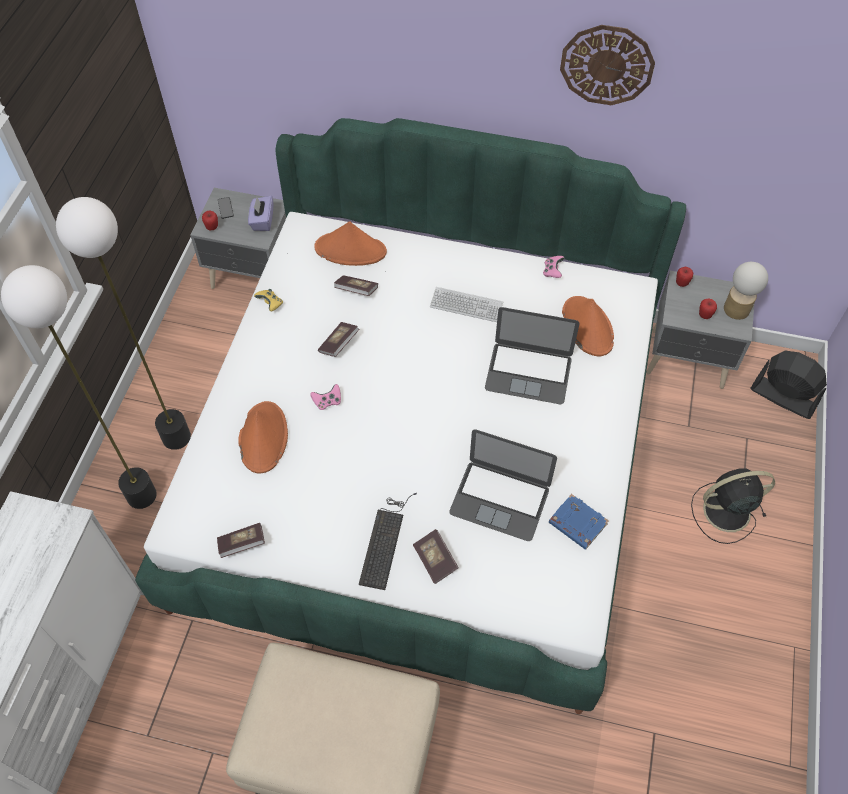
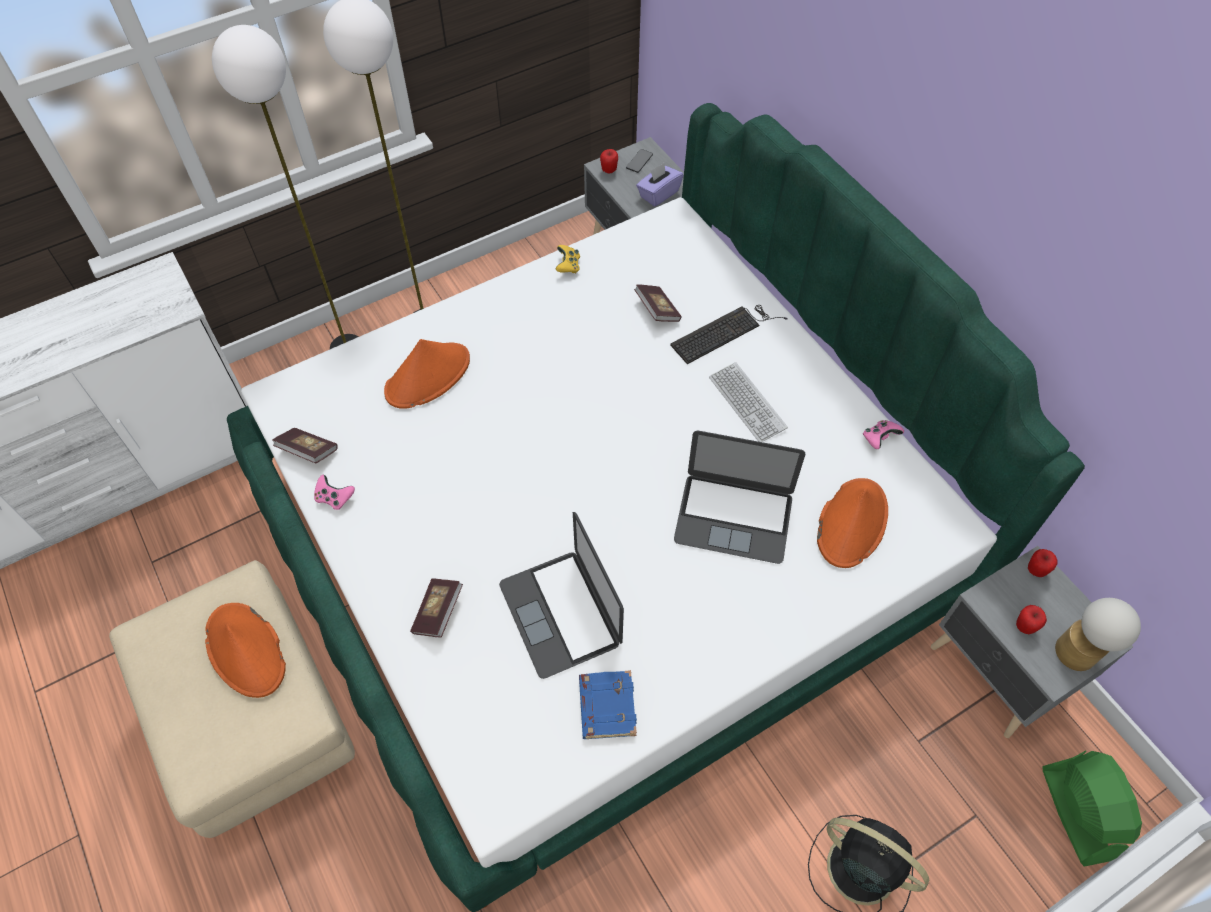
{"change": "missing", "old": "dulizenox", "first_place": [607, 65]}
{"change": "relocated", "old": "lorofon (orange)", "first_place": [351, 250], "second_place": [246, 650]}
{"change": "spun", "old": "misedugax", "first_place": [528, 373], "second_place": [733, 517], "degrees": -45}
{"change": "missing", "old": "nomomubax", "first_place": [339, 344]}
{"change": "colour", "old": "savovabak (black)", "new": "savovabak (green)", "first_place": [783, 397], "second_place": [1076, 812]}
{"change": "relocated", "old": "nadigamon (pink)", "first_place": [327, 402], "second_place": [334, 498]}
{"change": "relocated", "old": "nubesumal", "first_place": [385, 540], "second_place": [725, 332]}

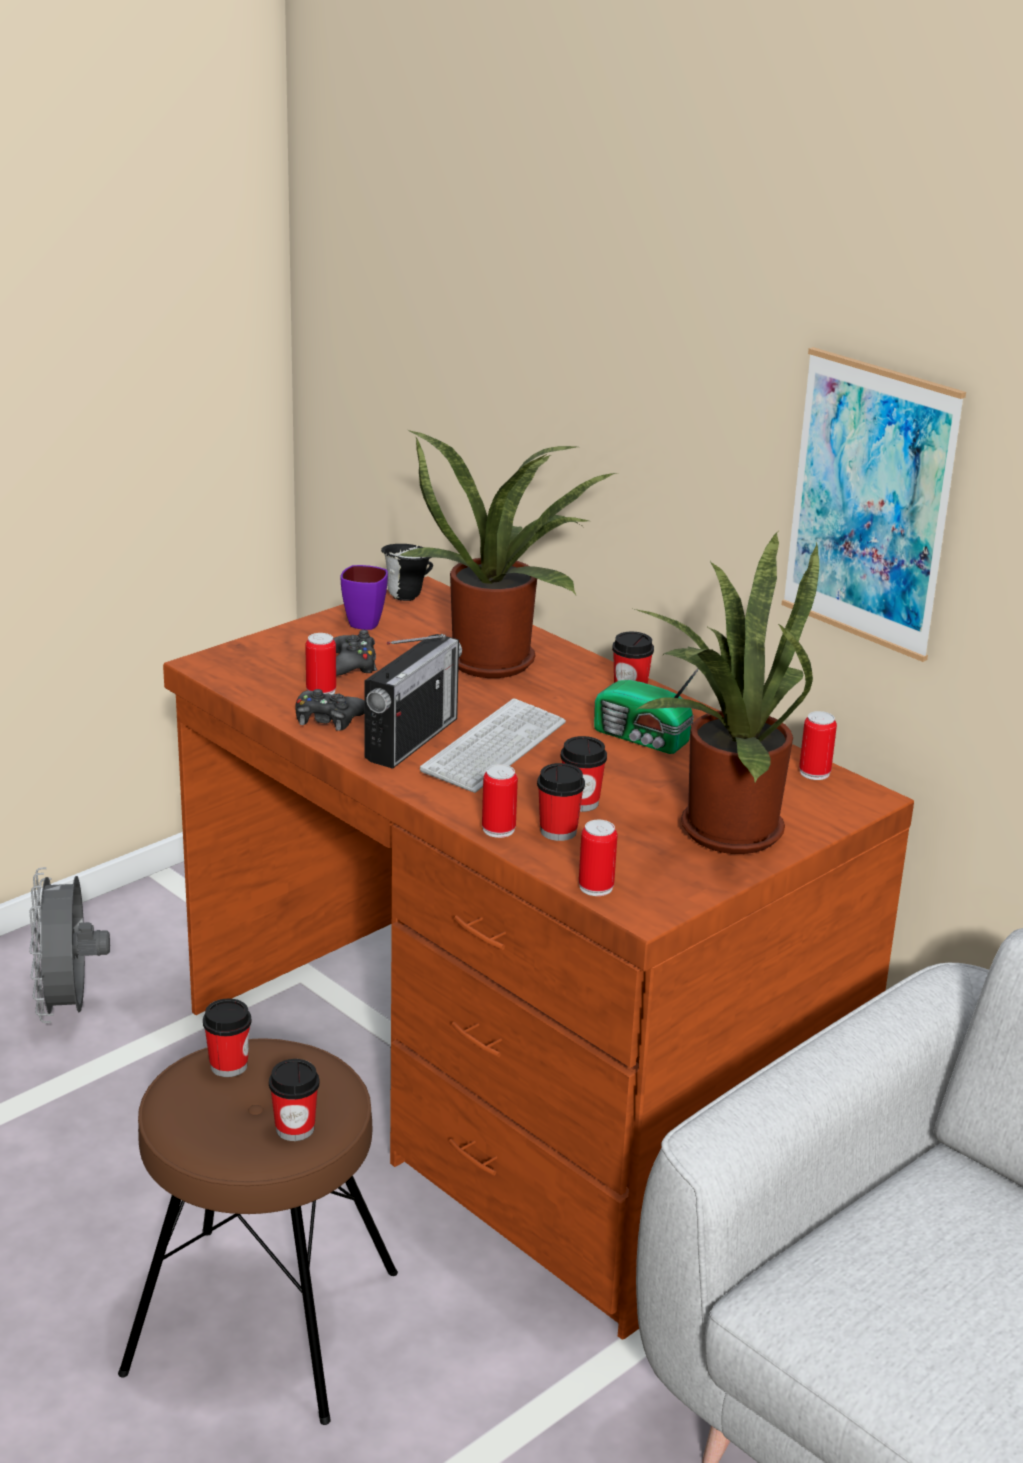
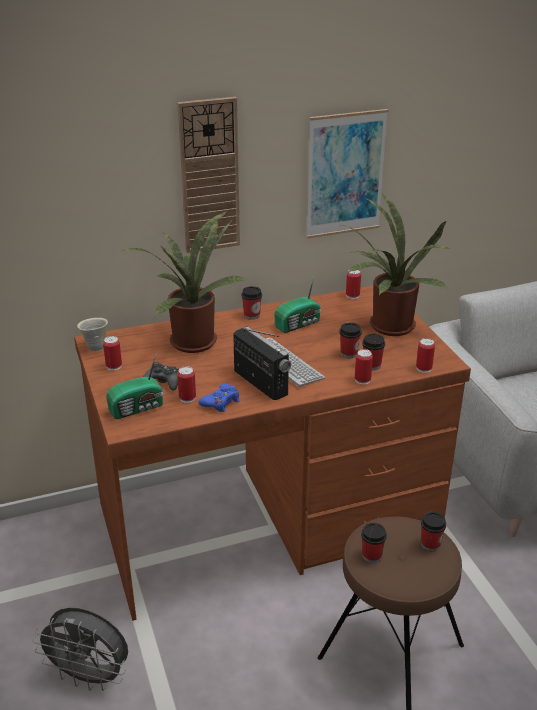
{"change": "colour", "old": "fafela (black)", "new": "fafela (beige)", "first_place": [406, 596], "second_place": [95, 348]}
{"change": "exchanged", "old": "fafela (purple)", "new": "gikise", "first_place": [367, 620], "second_place": [114, 366]}
{"change": "colour", "old": "nadigamon (black)", "new": "nadigamon (blue)", "first_place": [328, 719], "second_place": [221, 402]}
{"change": "appeared", "new": "dulizenox", "second_place": [209, 176]}
{"change": "appeared", "new": "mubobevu", "second_place": [138, 408]}

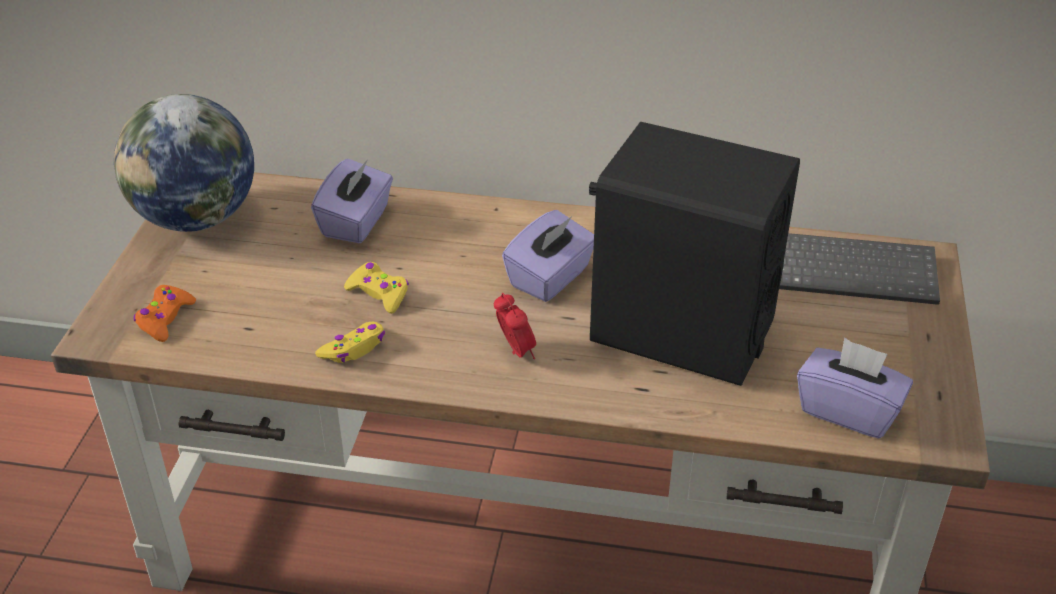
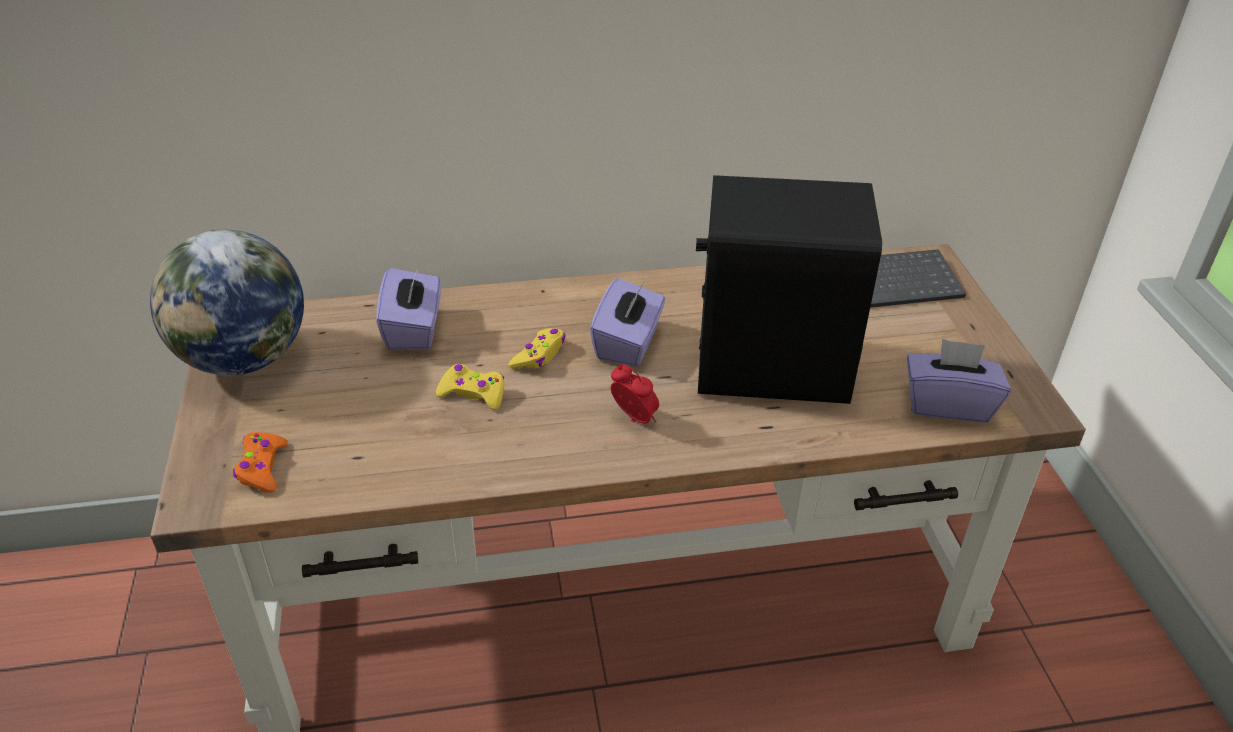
{"change": "relocated", "old": "nadigamon (yellow)", "first_place": [354, 349], "second_place": [539, 355]}

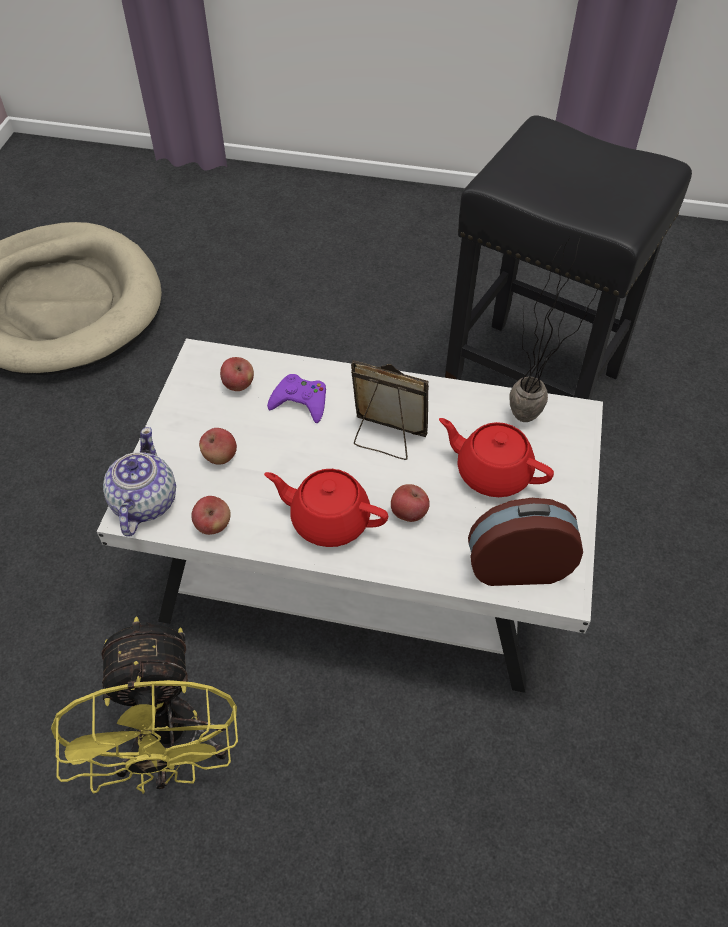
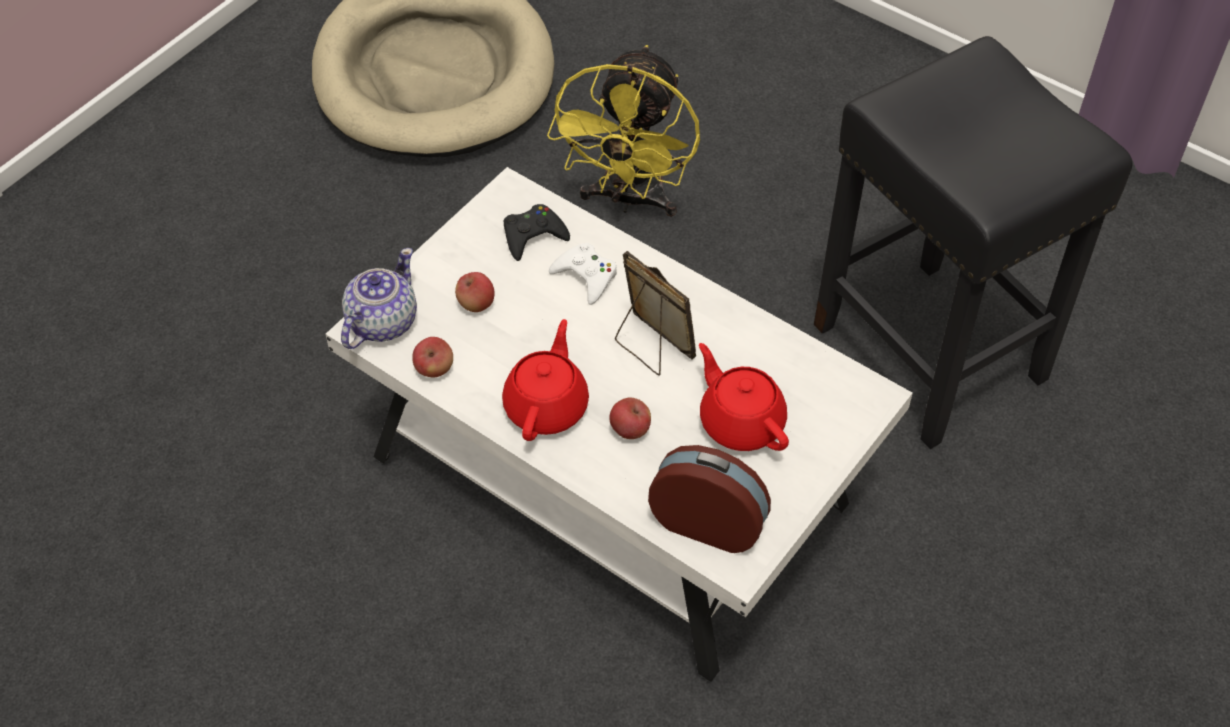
{"change": "missing", "old": "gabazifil", "first_place": [530, 424]}
{"change": "exchanged", "old": "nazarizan", "new": "nadigamon (black)", "first_place": [238, 385], "second_place": [533, 236]}
{"change": "colour", "old": "nadigamon (purple)", "new": "nadigamon (white)", "first_place": [300, 402], "second_place": [586, 276]}
{"change": "spun", "old": "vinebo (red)", "first_place": [329, 519], "second_place": [547, 406], "degrees": 60}
{"change": "relocated", "old": "savovabak (yellow)", "first_place": [172, 755], "second_place": [629, 199]}

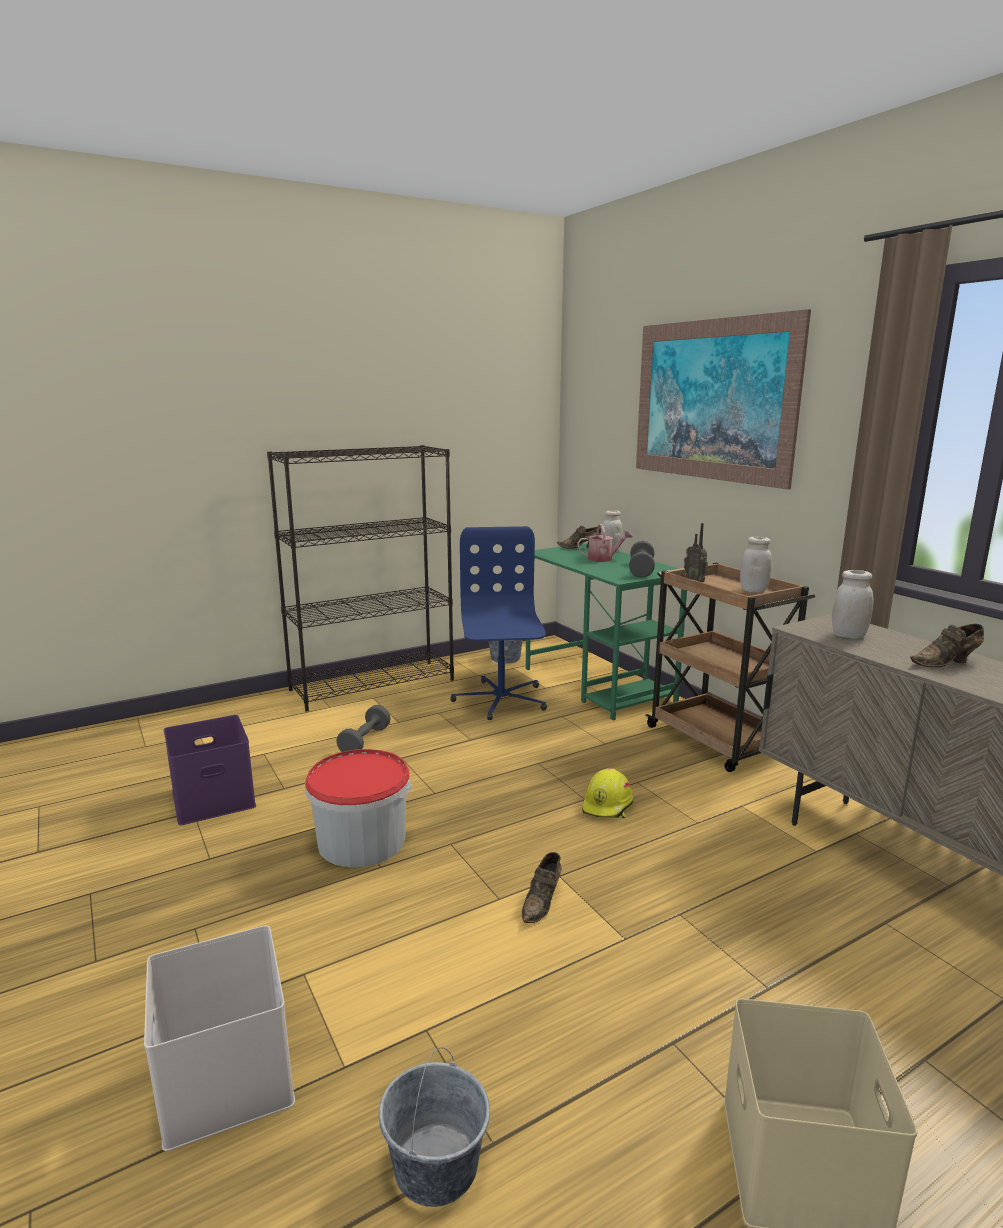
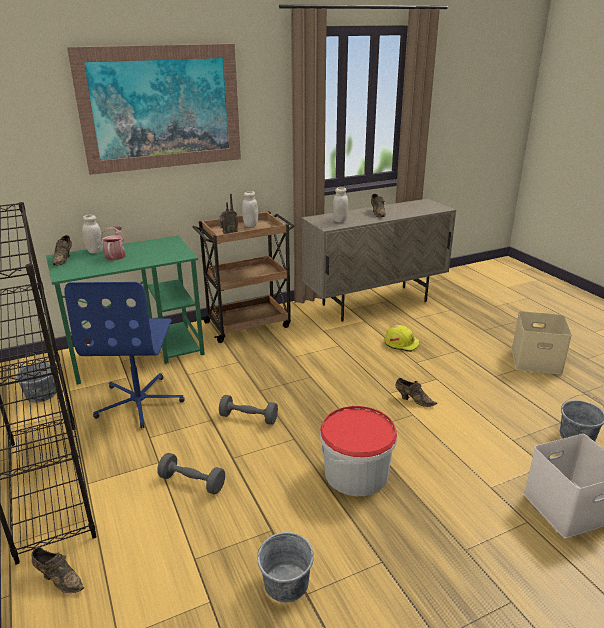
{"change": "spun", "old": "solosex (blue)", "first_place": [500, 700], "second_place": [140, 401], "degrees": -90}
{"change": "relocated", "old": "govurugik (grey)", "first_place": [641, 570], "second_place": [248, 418]}
{"change": "exchanged", "old": "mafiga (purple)", "new": "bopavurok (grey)", "first_place": [212, 800], "second_place": [286, 583]}
{"change": "relocated", "old": "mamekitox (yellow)", "first_place": [608, 805], "second_place": [401, 344]}
{"change": "appeared", "new": "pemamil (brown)", "second_place": [59, 579]}

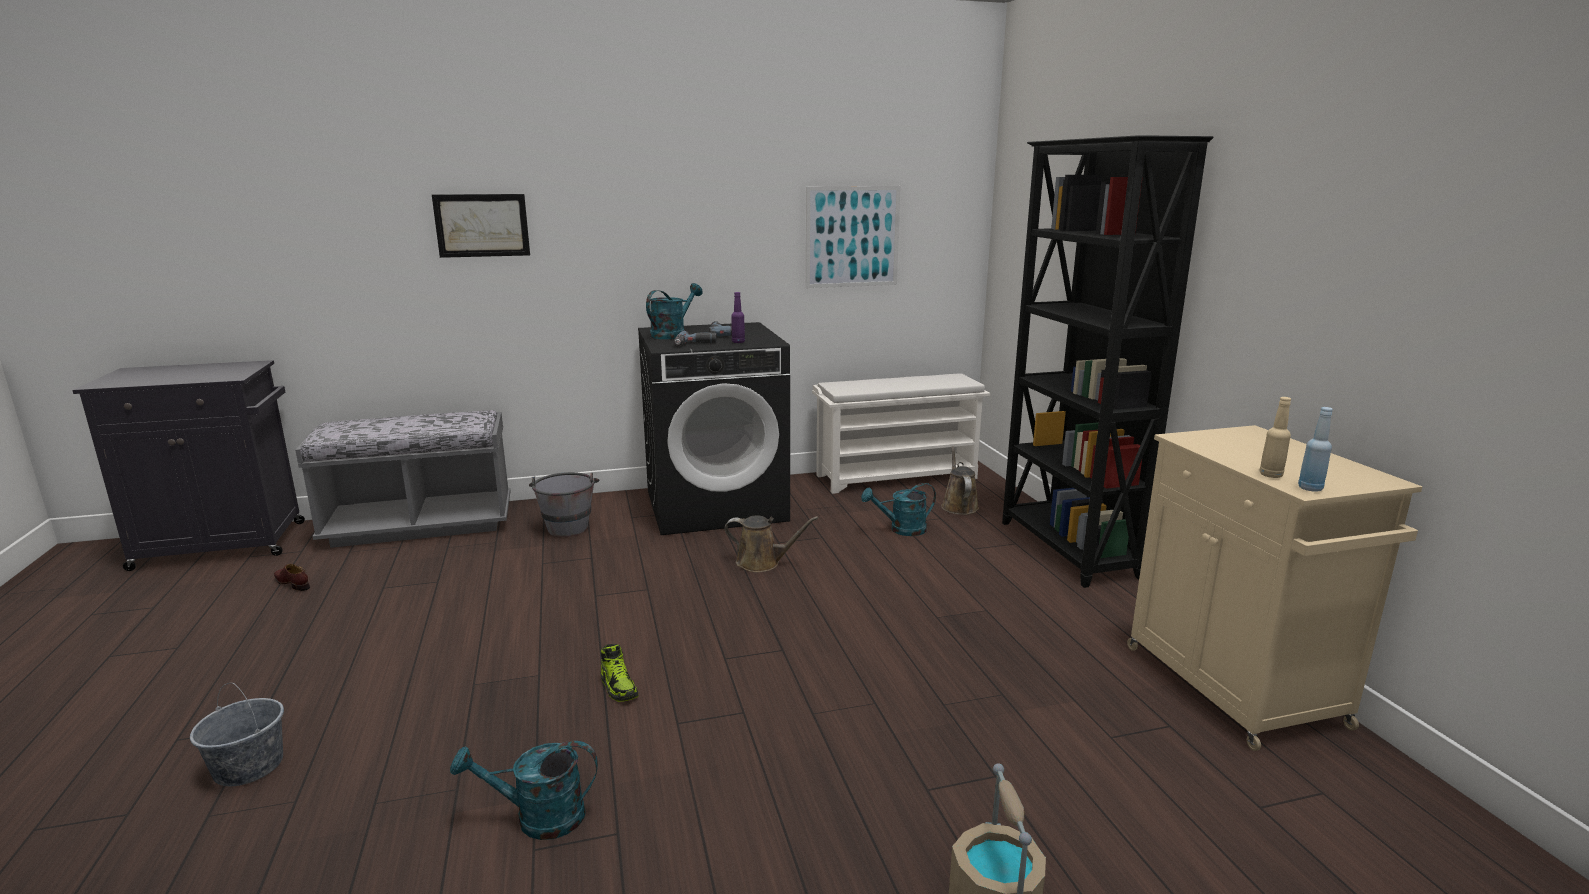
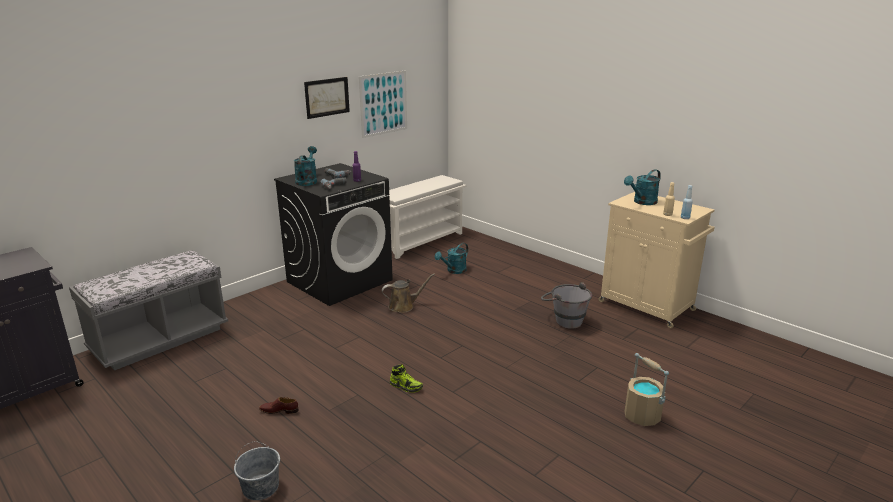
{"change": "missing", "old": "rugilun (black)", "first_place": [1066, 550]}
{"change": "relocated", "old": "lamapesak", "first_place": [482, 225], "second_place": [327, 97]}
{"change": "missing", "old": "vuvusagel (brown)", "first_place": [958, 506]}
{"change": "relocated", "old": "bopavurok (grey)", "first_place": [568, 525], "second_place": [564, 320]}
{"change": "relocated", "old": "pemamil (brown)", "first_place": [292, 583], "second_place": [279, 410]}
{"change": "relocated", "old": "vuvusagel (turquoise)", "first_place": [538, 818], "second_place": [642, 202]}

